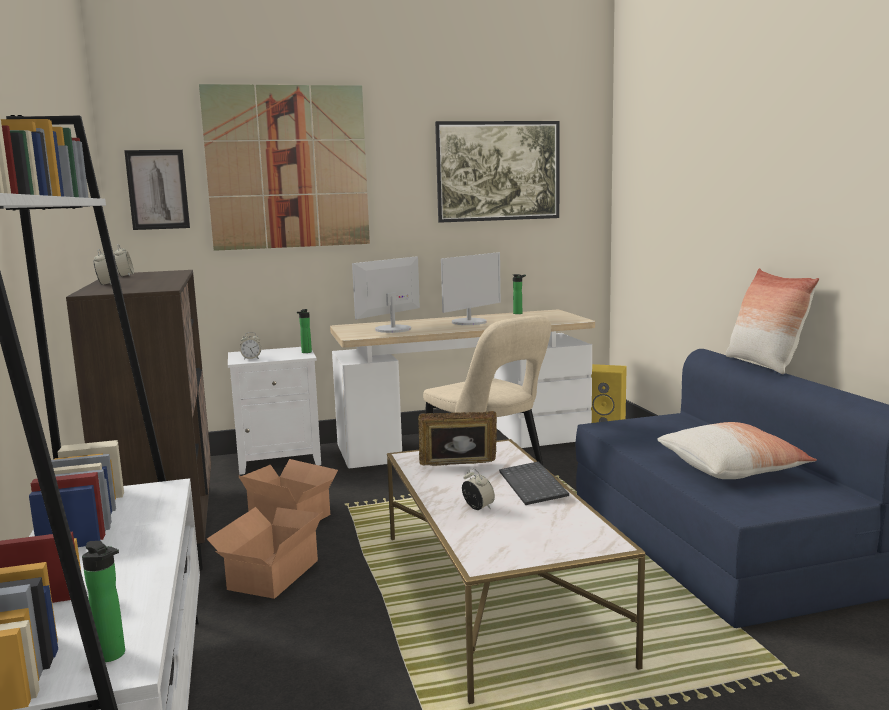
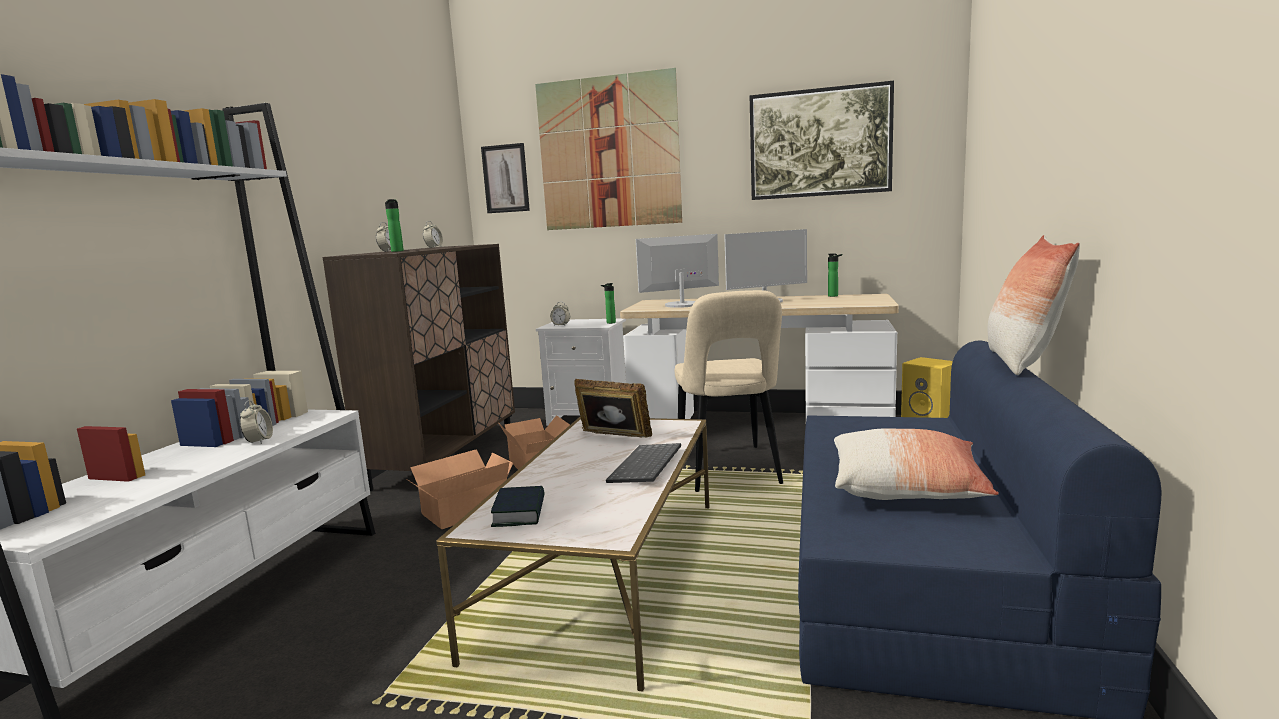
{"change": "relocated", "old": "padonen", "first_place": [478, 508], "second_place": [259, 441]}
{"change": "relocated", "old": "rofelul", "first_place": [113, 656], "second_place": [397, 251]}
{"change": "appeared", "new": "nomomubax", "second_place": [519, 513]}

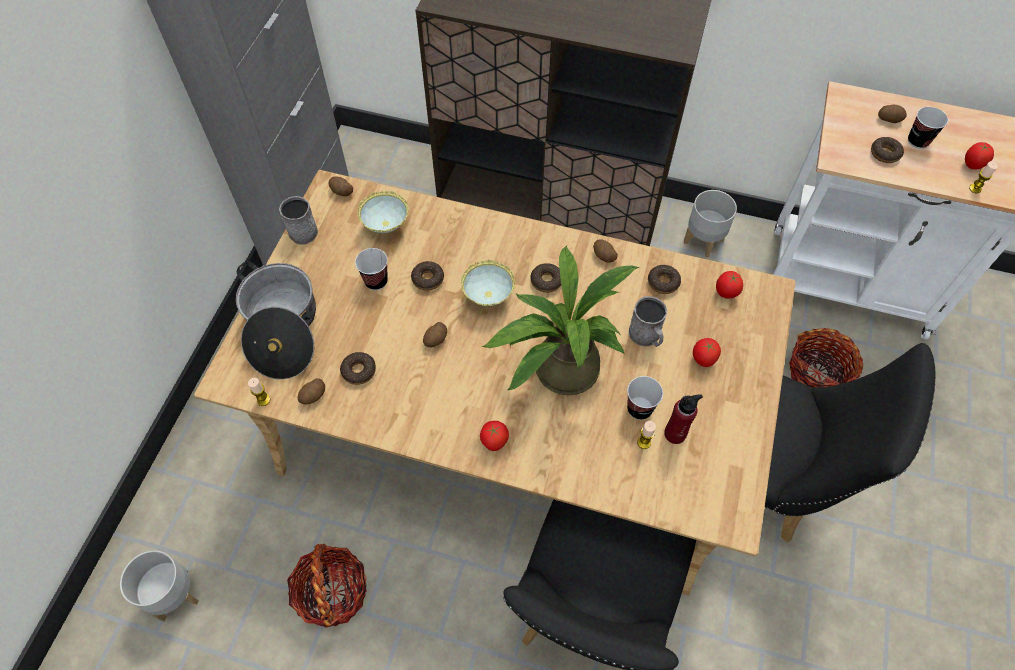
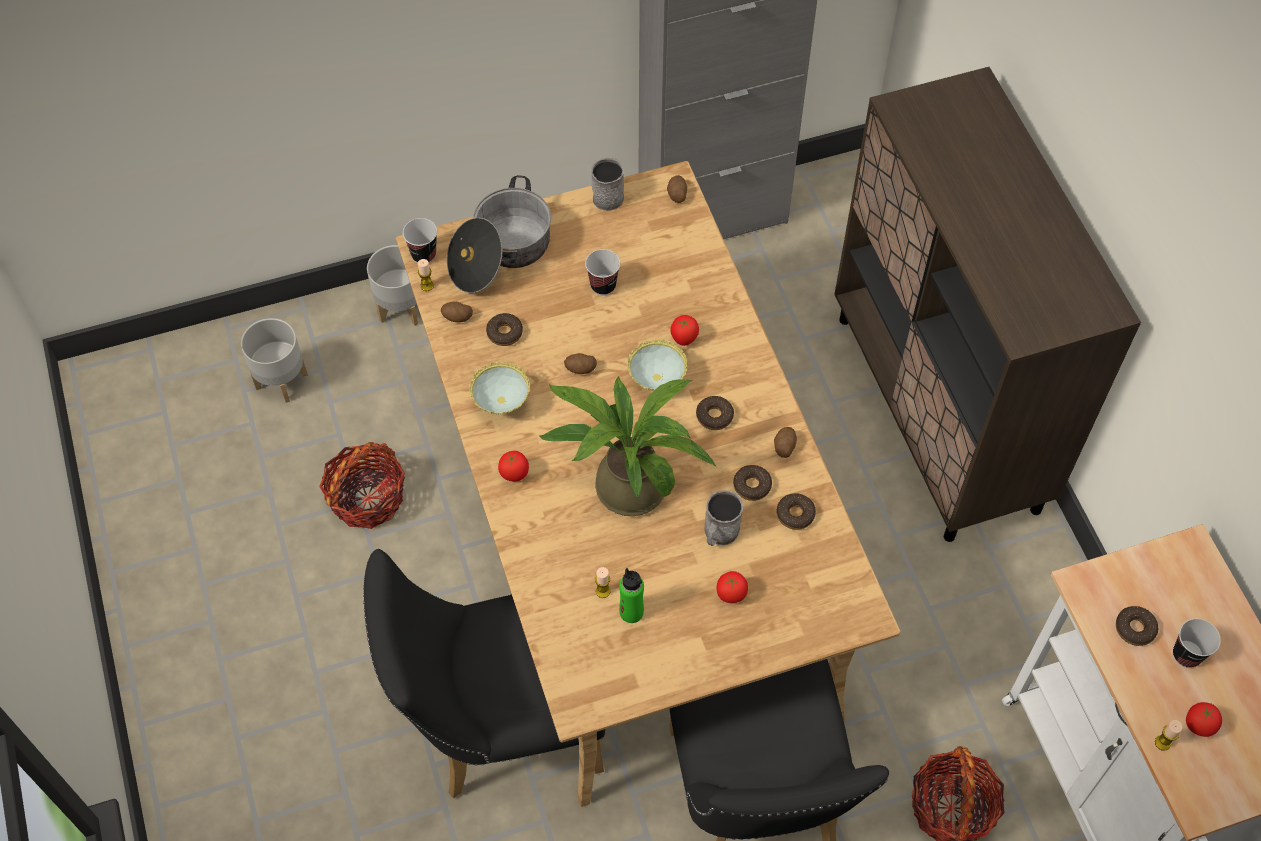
{"change": "missing", "old": "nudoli", "first_place": [889, 119]}
{"change": "relocated", "old": "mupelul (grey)", "first_place": [703, 241], "second_place": [401, 308]}
{"change": "relocated", "old": "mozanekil", "first_place": [386, 227], "second_place": [501, 404]}
{"change": "relocated", "old": "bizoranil", "first_place": [428, 279], "second_place": [752, 486]}
{"change": "relocated", "old": "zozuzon", "first_place": [725, 293], "second_place": [683, 339]}
{"change": "relocated", "old": "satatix", "first_place": [639, 409], "second_place": [423, 254]}
{"change": "colour", "old": "rofelul (red)", "new": "rofelul (green)", "first_place": [675, 434], "second_place": [631, 612]}

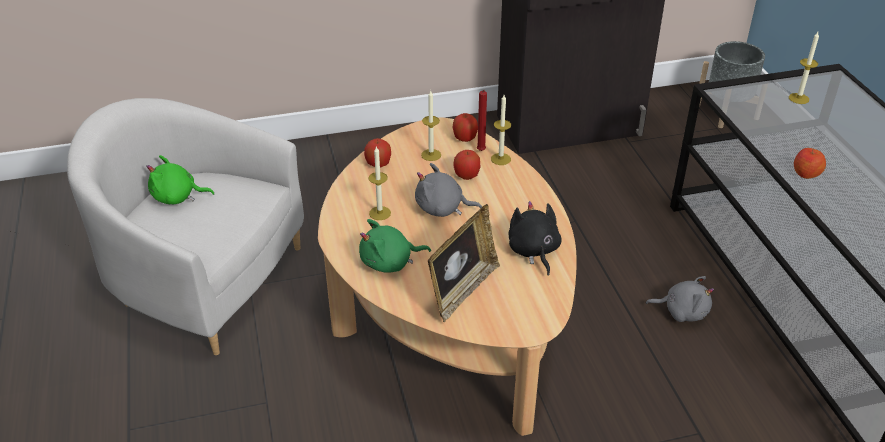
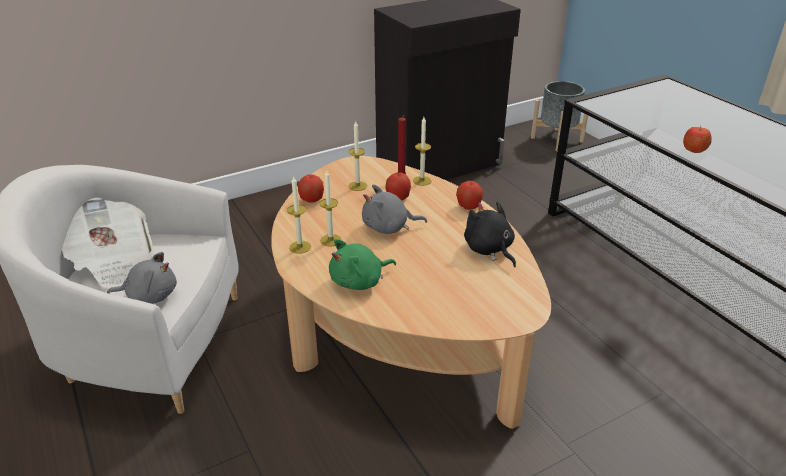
{"change": "relocated", "old": "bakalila", "first_place": [798, 98], "second_place": [300, 247]}
{"change": "relocated", "old": "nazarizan", "first_place": [465, 138], "second_place": [468, 206]}
{"change": "exchanged", "old": "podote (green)", "new": "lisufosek", "first_place": [177, 197], "second_place": [112, 261]}
{"change": "missing", "old": "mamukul", "first_place": [462, 290]}
{"change": "relocated", "old": "podote (grey)", "first_place": [682, 311], "second_place": [150, 296]}

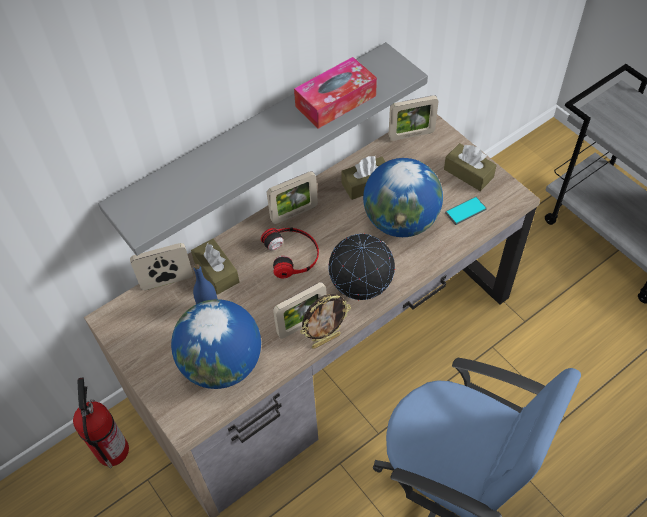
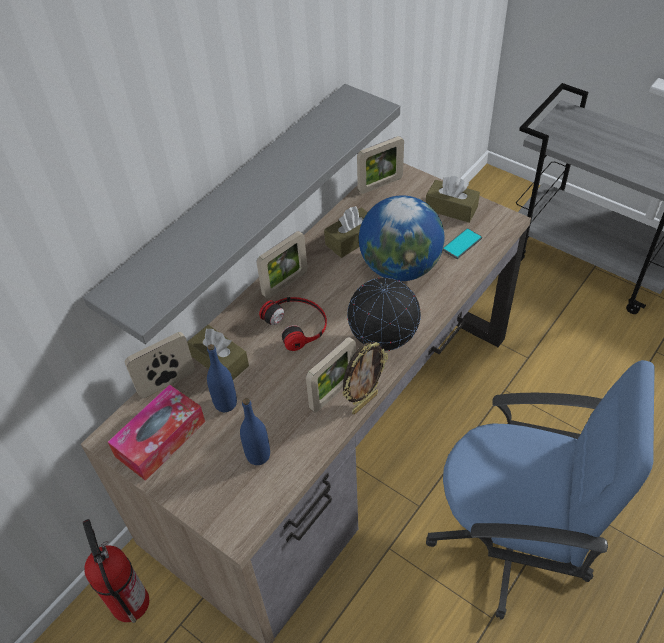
{"change": "relocated", "old": "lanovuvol", "first_place": [335, 101], "second_place": [160, 439]}
{"change": "exchanged", "old": "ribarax", "new": "rofelul (blue)", "first_place": [222, 364], "second_place": [258, 455]}

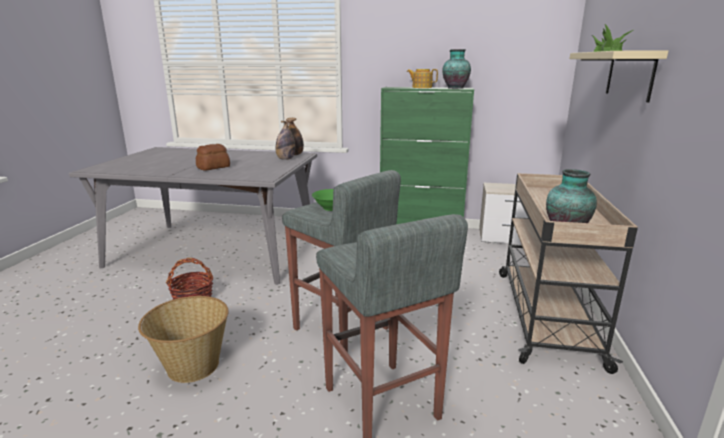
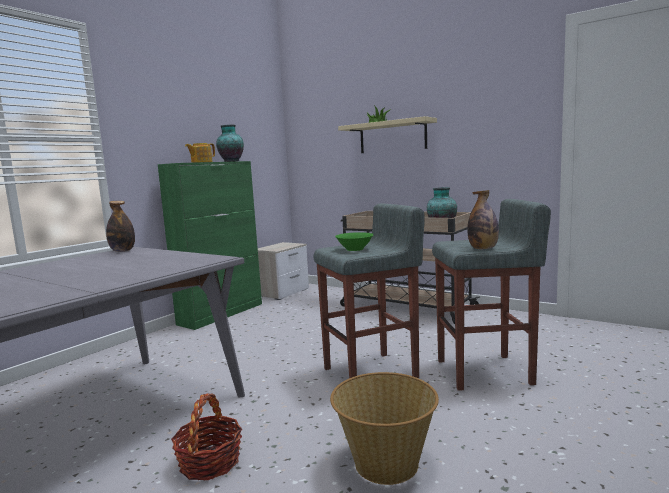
{"change": "relocated", "old": "rofelul", "first_place": [285, 159], "second_place": [483, 249]}
{"change": "missing", "old": "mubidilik", "first_place": [214, 167]}

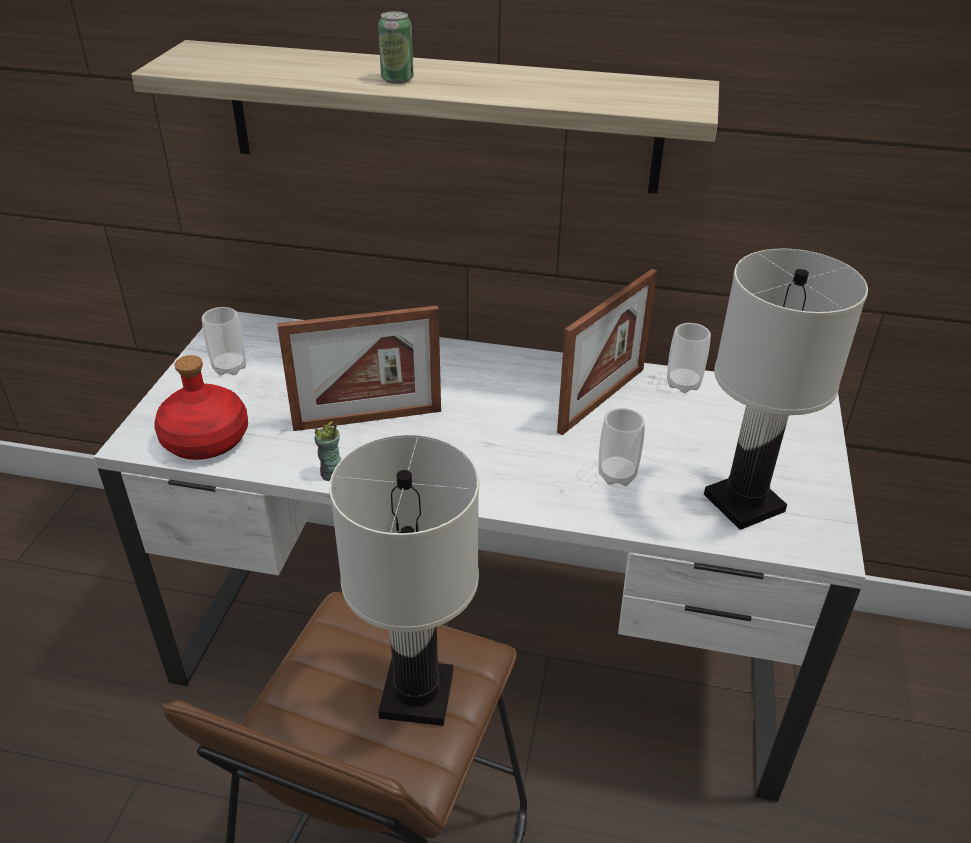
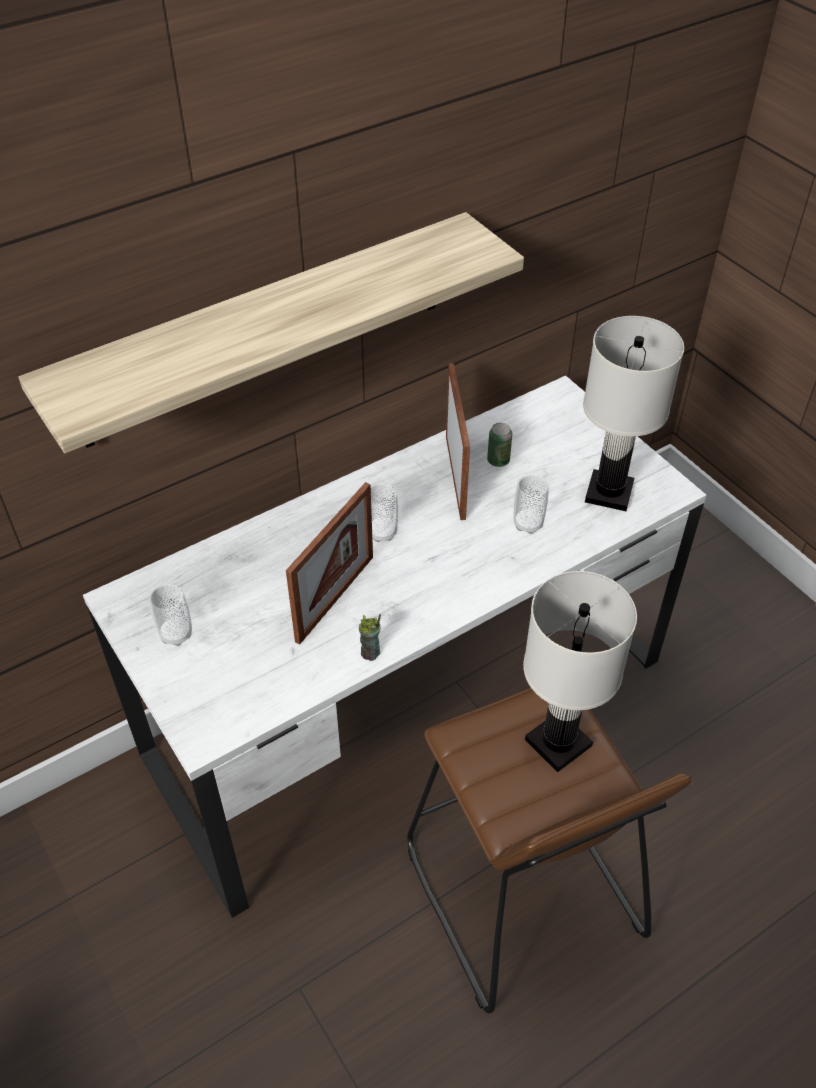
{"change": "relocated", "old": "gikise", "first_place": [397, 79], "second_place": [498, 460]}
{"change": "relocated", "old": "satatix", "first_place": [683, 384], "second_place": [382, 532]}
{"change": "missing", "old": "rofelul (red)", "first_place": [207, 440]}

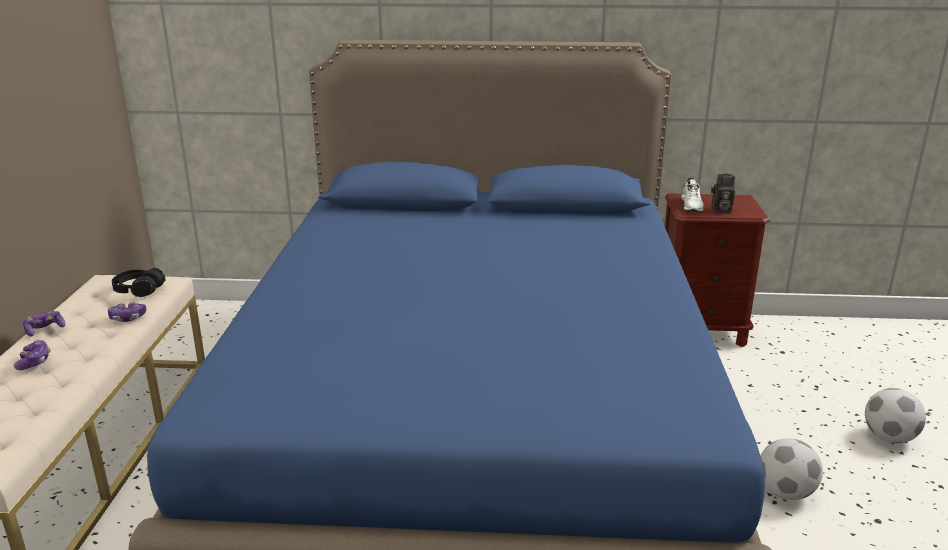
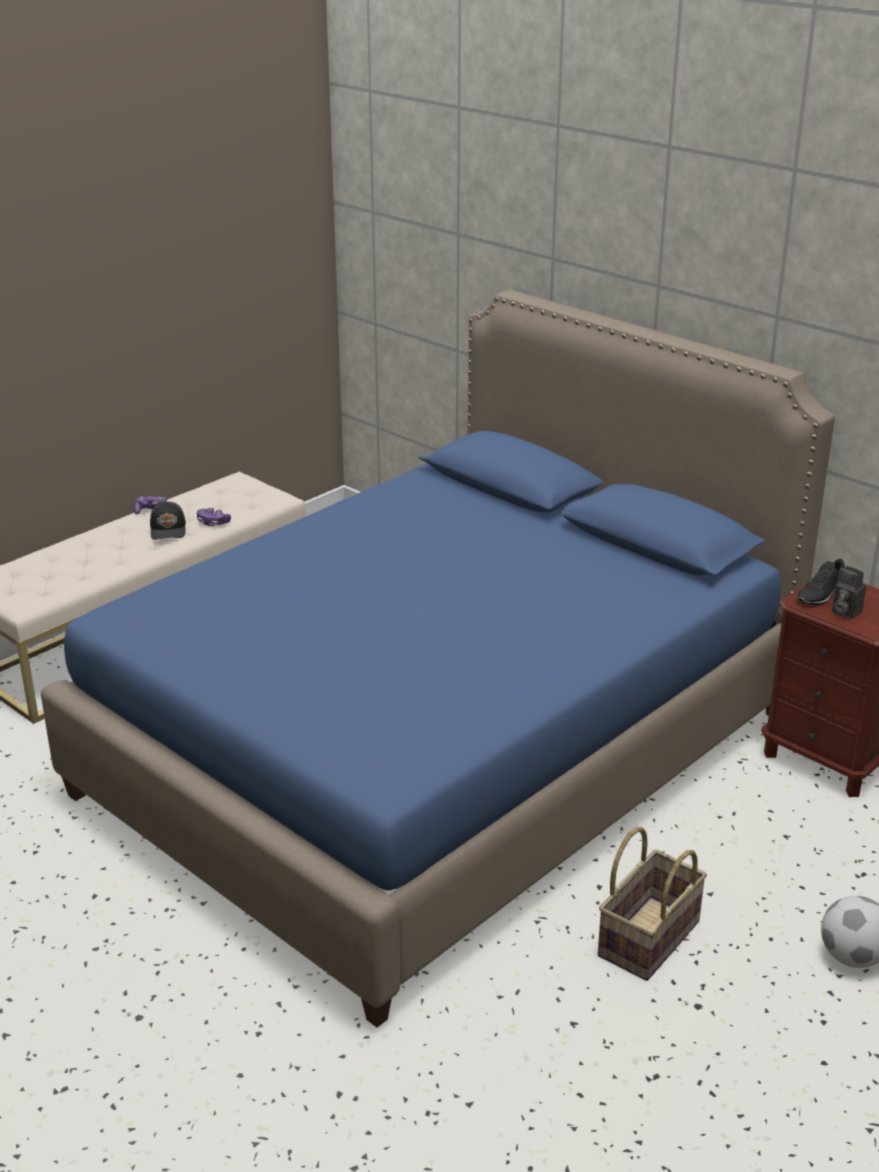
{"change": "colour", "old": "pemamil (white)", "new": "pemamil (black)", "first_place": [692, 205], "second_place": [822, 594]}
{"change": "missing", "old": "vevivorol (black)", "first_place": [139, 290]}
{"change": "missing", "old": "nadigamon", "first_place": [34, 362]}
{"change": "exchanged", "old": "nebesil", "new": "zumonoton", "first_place": [785, 492], "second_place": [647, 937]}
{"change": "appeared", "new": "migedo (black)", "second_place": [169, 530]}

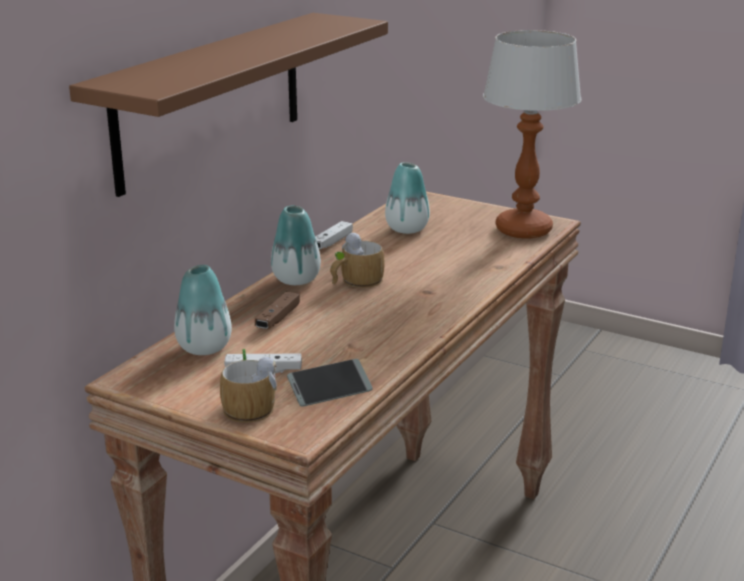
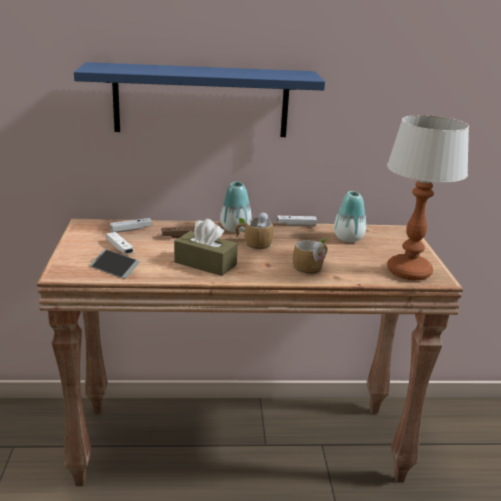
{"change": "colour", "old": "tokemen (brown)", "new": "tokemen (blue)", "first_place": [210, 100], "second_place": [201, 101]}
{"change": "exchanged", "old": "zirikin", "new": "nadigamon (white)", "first_place": [204, 348], "second_place": [131, 229]}
{"change": "relocated", "old": "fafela", "first_place": [249, 405], "second_place": [311, 266]}
{"change": "appeared", "new": "lanovuvol (brown)", "second_place": [205, 263]}

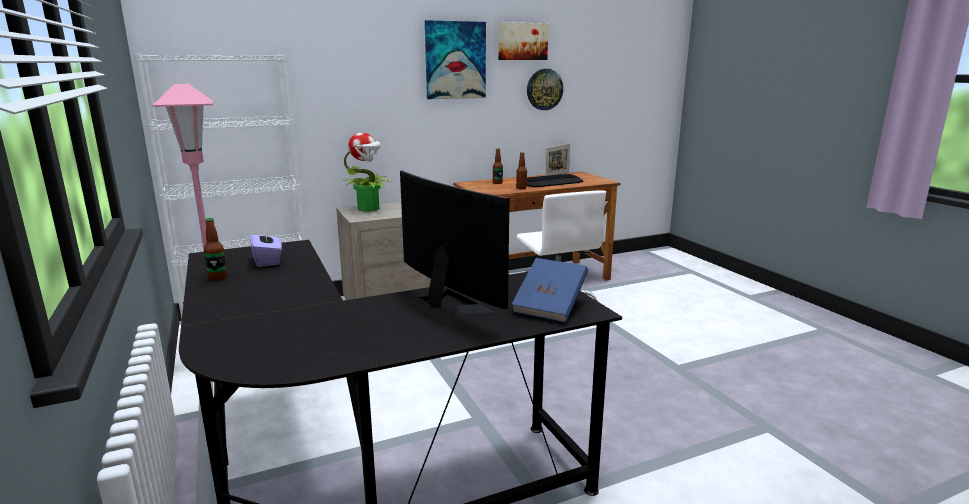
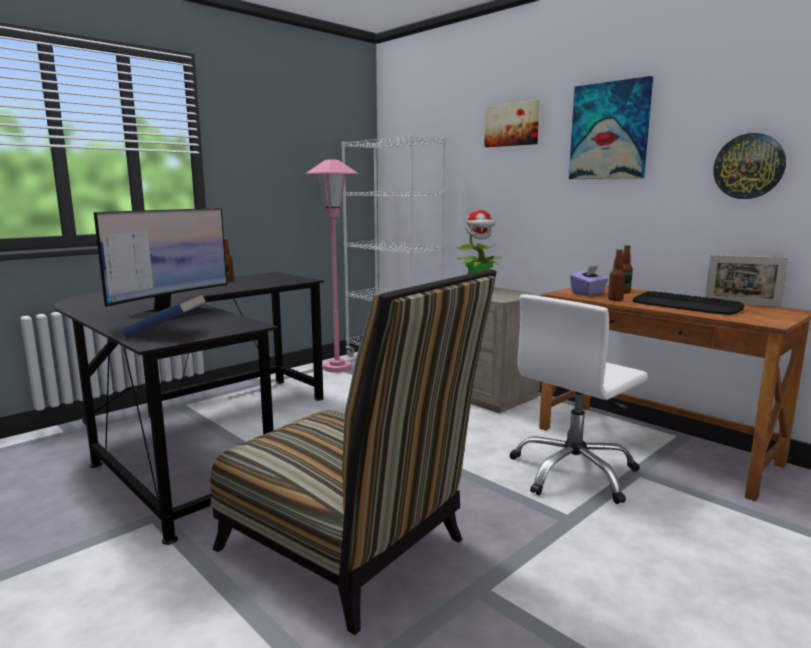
{"change": "relocated", "old": "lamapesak", "first_place": [522, 41], "second_place": [512, 125]}
{"change": "relocated", "old": "lanovuvol (purple)", "first_place": [268, 261], "second_place": [588, 293]}
{"change": "appeared", "new": "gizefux", "second_place": [351, 550]}

